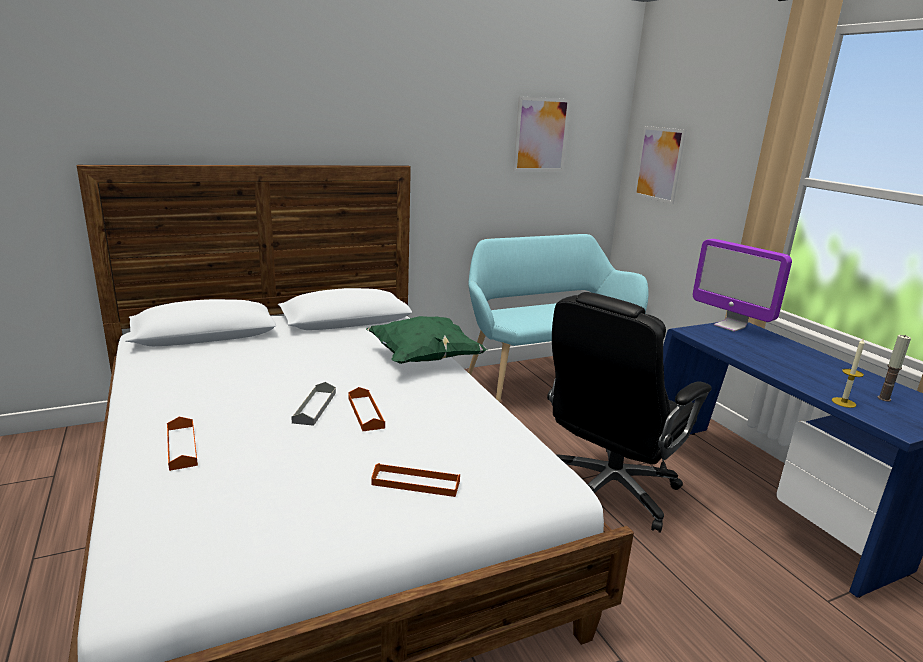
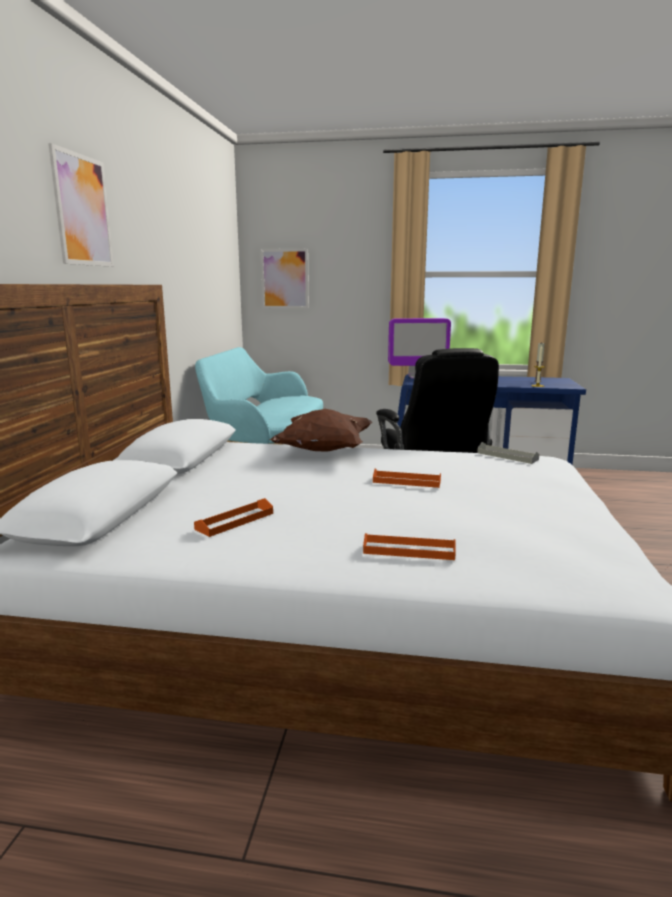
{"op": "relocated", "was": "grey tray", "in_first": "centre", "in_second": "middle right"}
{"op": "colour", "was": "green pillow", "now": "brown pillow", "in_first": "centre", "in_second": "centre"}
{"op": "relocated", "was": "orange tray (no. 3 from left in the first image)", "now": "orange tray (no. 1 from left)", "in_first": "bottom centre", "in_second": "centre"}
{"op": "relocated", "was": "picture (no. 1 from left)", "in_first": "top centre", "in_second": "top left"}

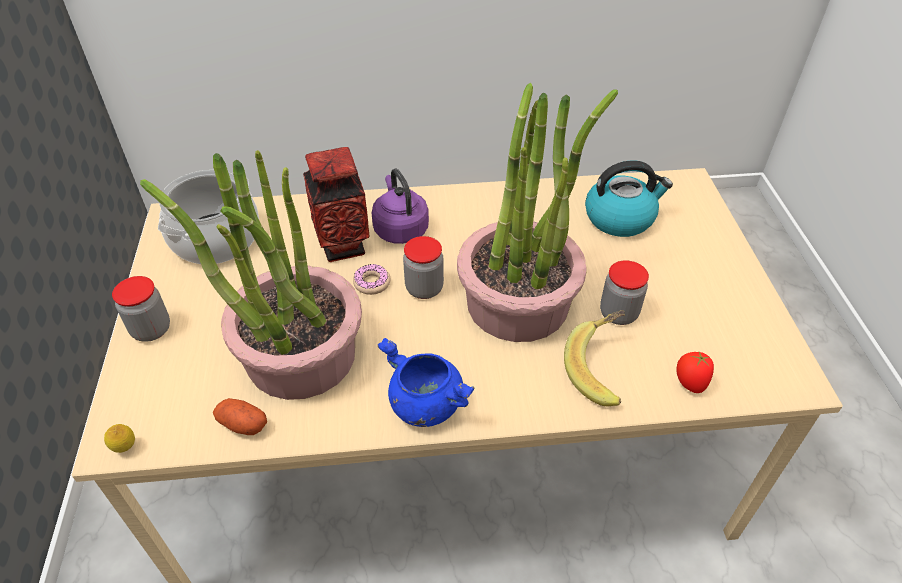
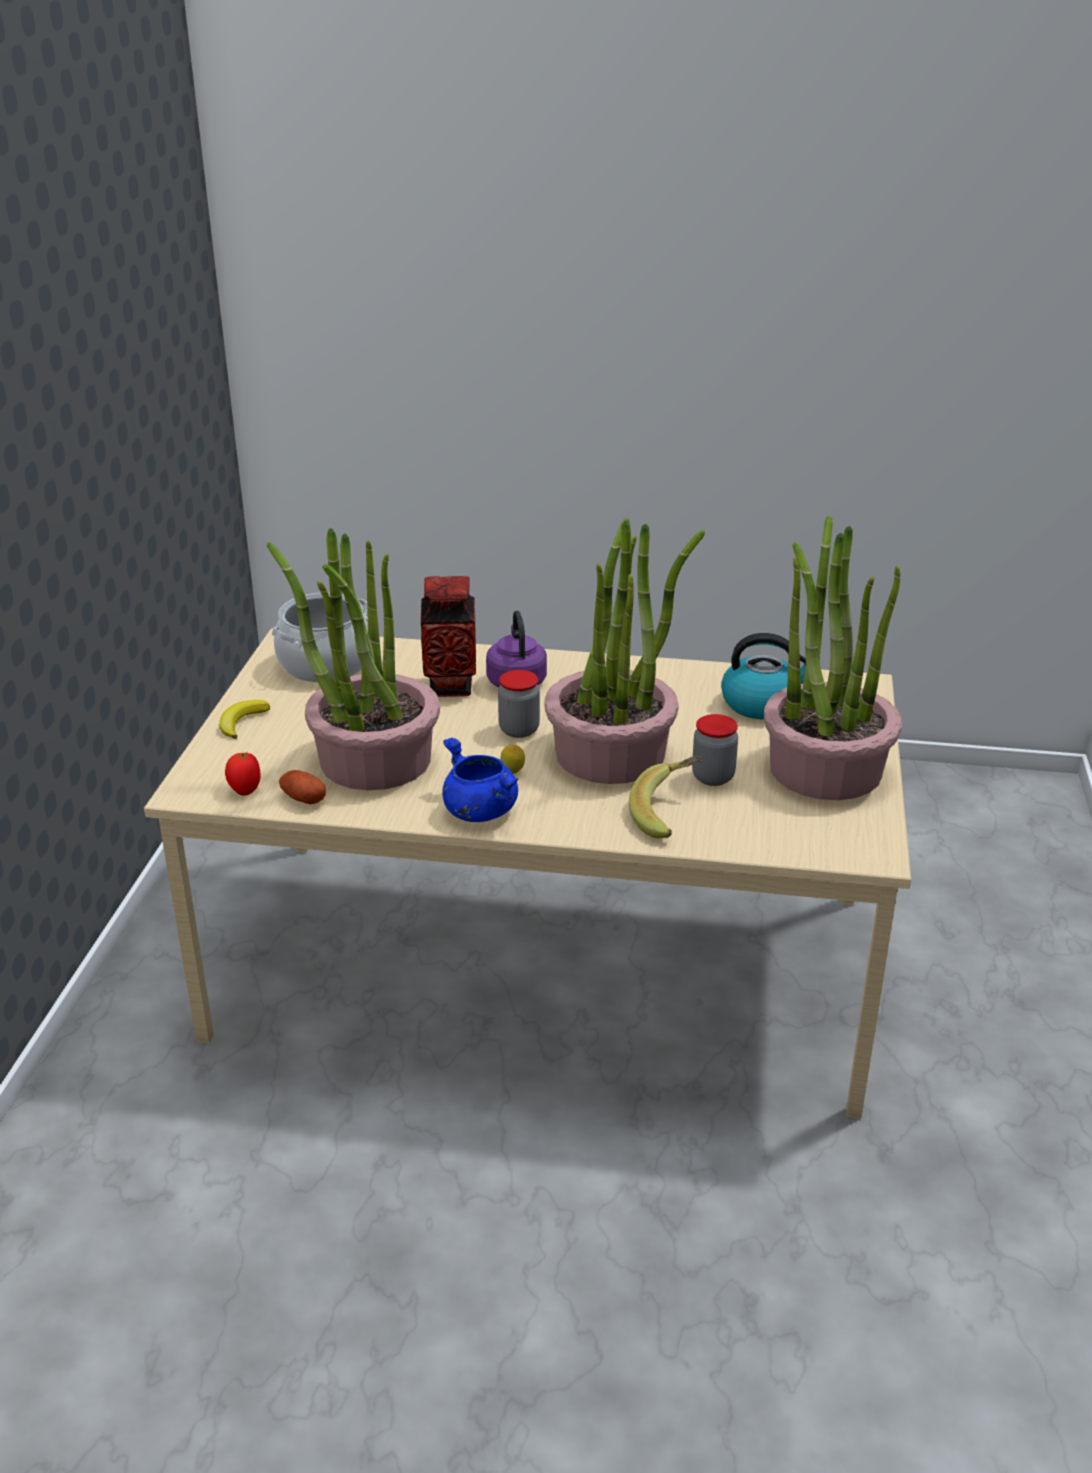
{"op": "relocated", "was": "lemon", "in_first": "bottom left", "in_second": "centre"}
{"op": "exchanged", "was": "jar (no. 1 from left)", "now": "banana (no. 1 from left)", "in_first": "middle left", "in_second": "middle left"}
{"op": "missing", "was": "donut", "in_first": "centre"}
{"op": "relocated", "was": "tomato", "in_first": "middle right", "in_second": "middle left"}
{"op": "appeared", "now": "potted plant (no. 3 from left)", "in_second": "middle right"}

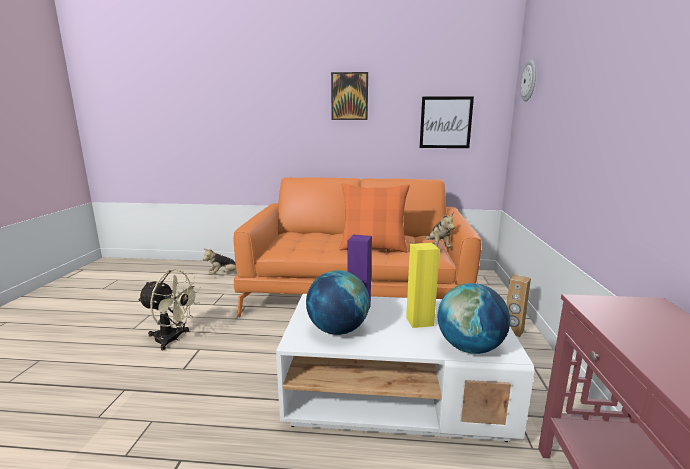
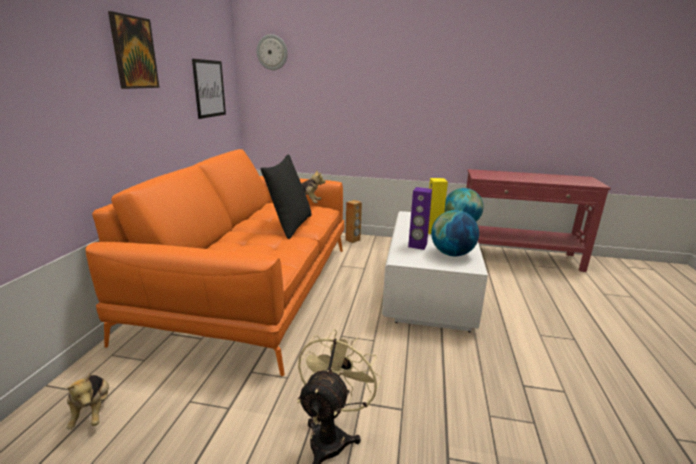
{"op": "colour", "was": "orange pillow", "now": "black pillow", "in_first": "centre", "in_second": "centre"}

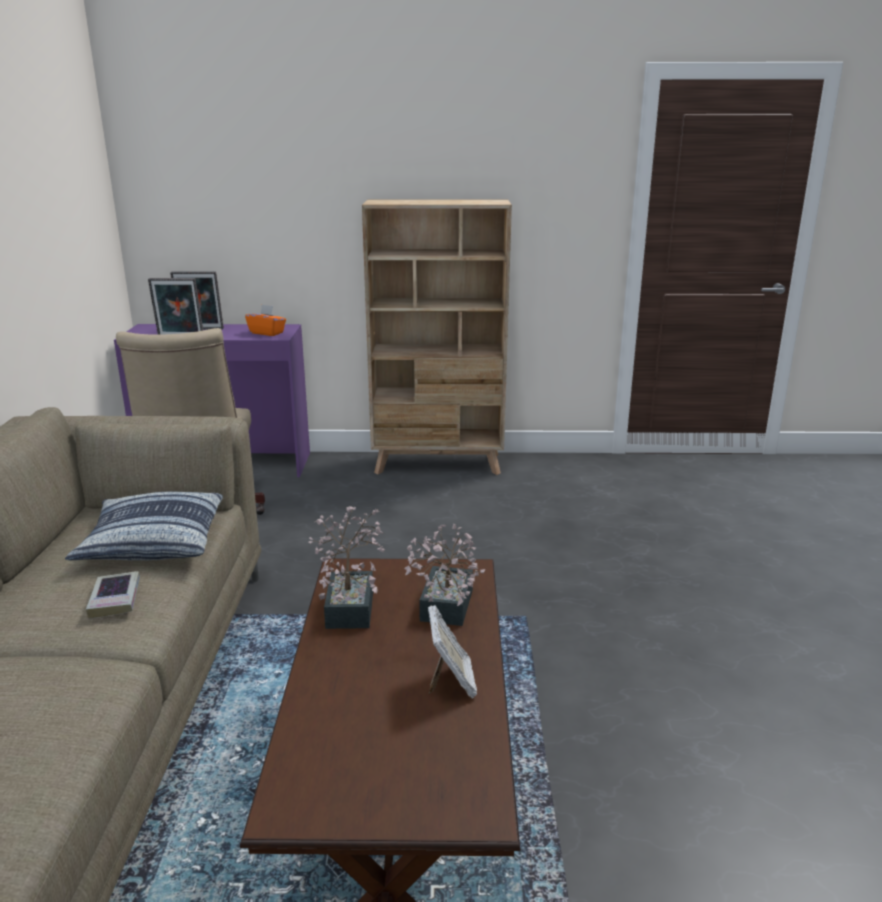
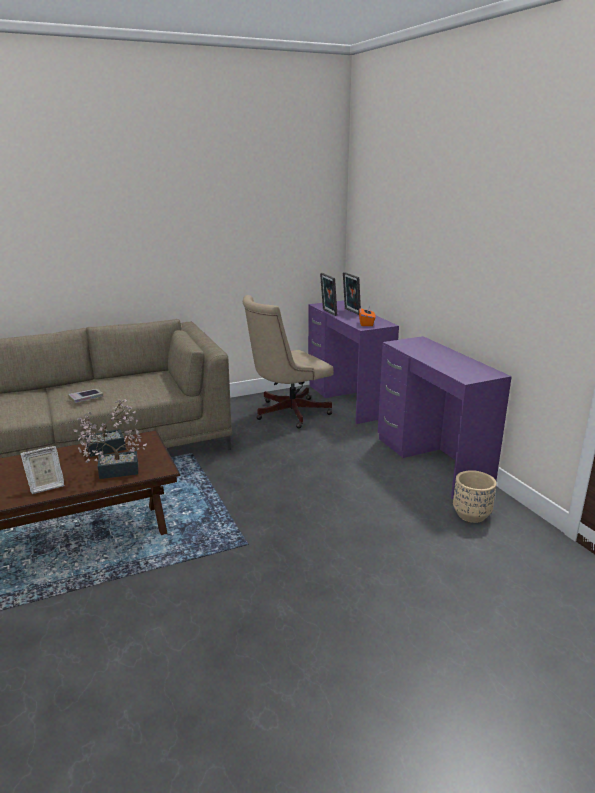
{"op": "missing", "was": "pillow", "in_first": "middle left"}
{"op": "exchanged", "was": "beige bookcase", "now": "purple desk (no. 2 from left)", "in_first": "centre", "in_second": "middle right"}
{"op": "appeared", "now": "beige planter", "in_second": "middle right"}

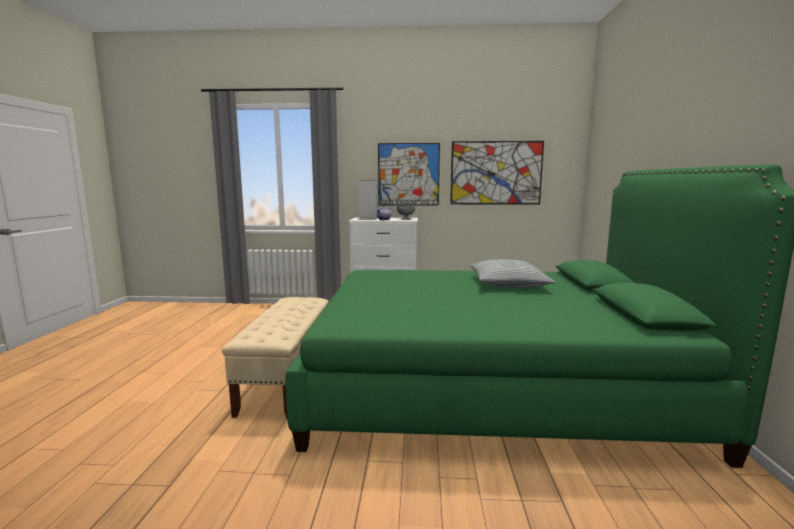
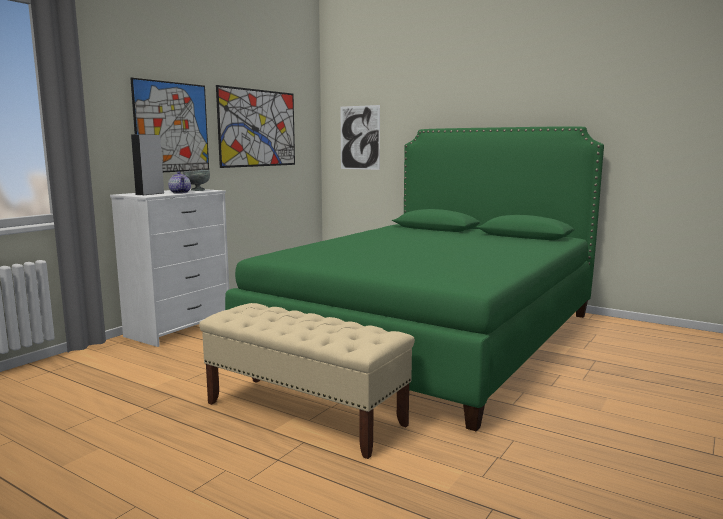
{"op": "missing", "was": "pillow", "in_first": "centre"}
{"op": "appeared", "now": "picture (no. 3 from left)", "in_second": "top centre"}

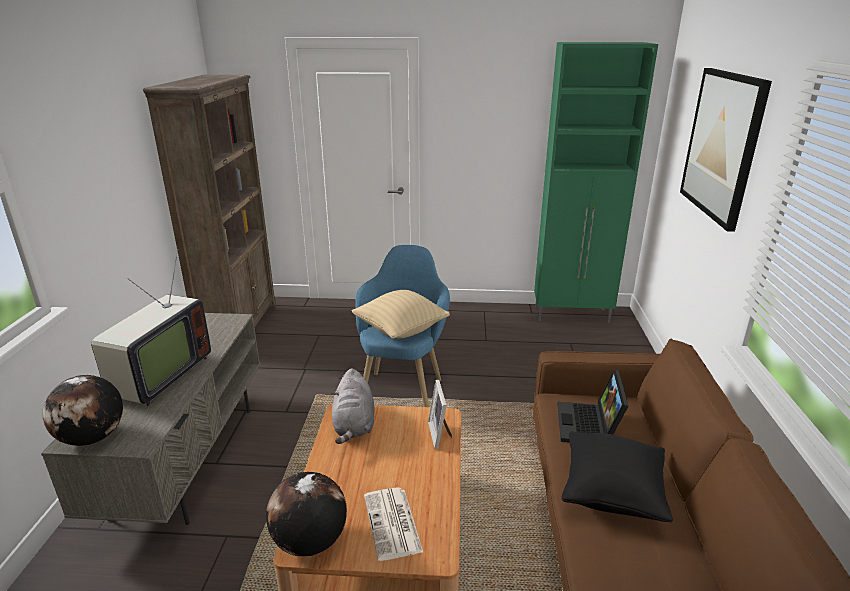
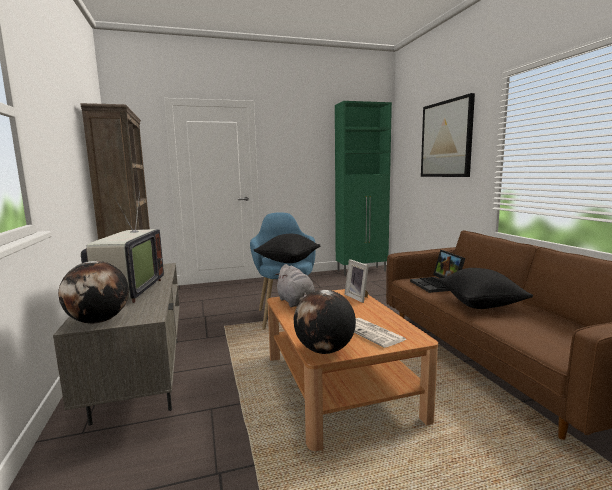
{"op": "colour", "was": "beige pillow", "now": "black pillow (no. 1 from left)", "in_first": "centre", "in_second": "centre"}

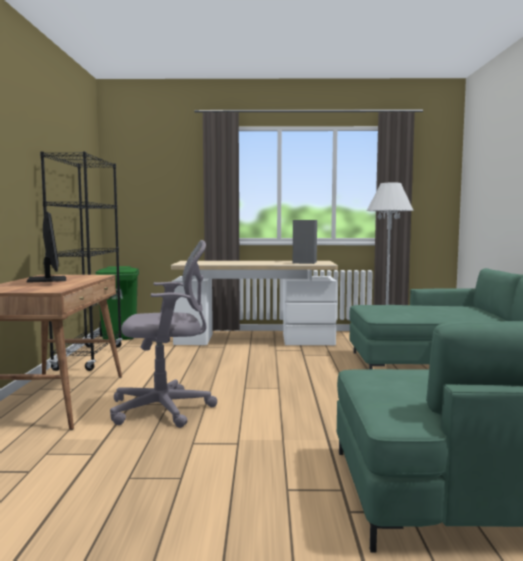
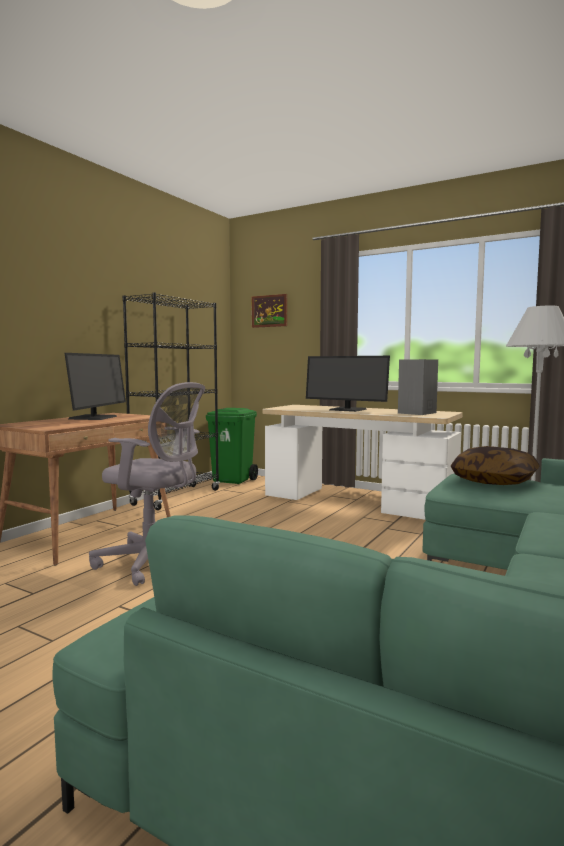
{"op": "appeared", "now": "picture", "in_second": "centre"}
{"op": "appeared", "now": "monitor (no. 2 from left)", "in_second": "centre"}
{"op": "appeared", "now": "pillow", "in_second": "middle right"}

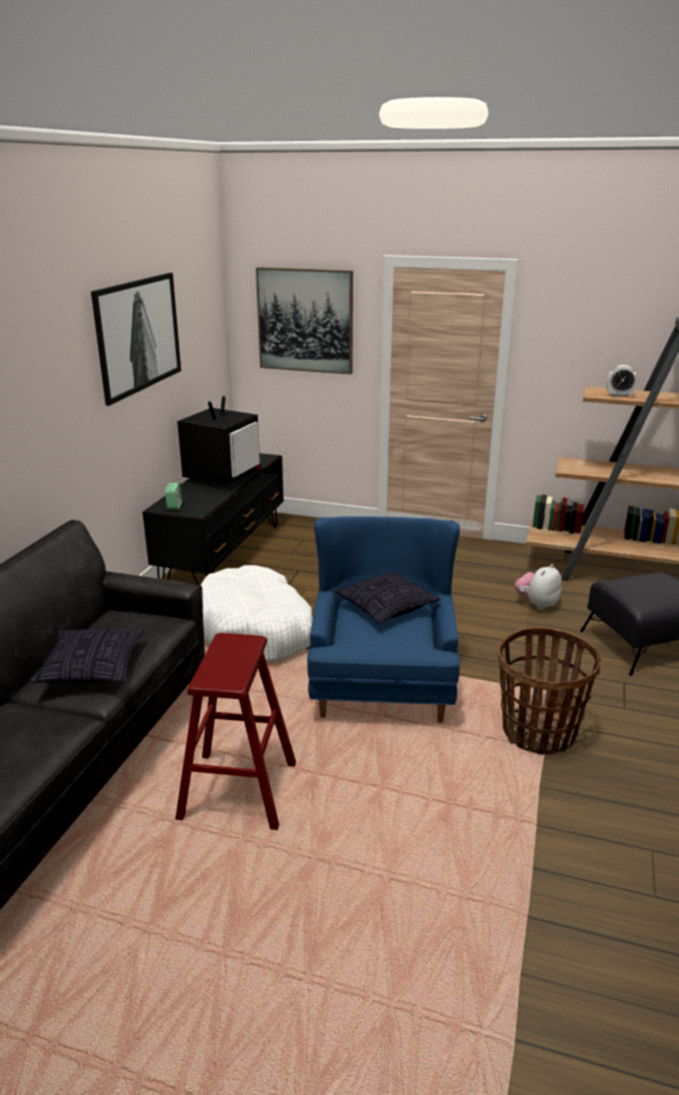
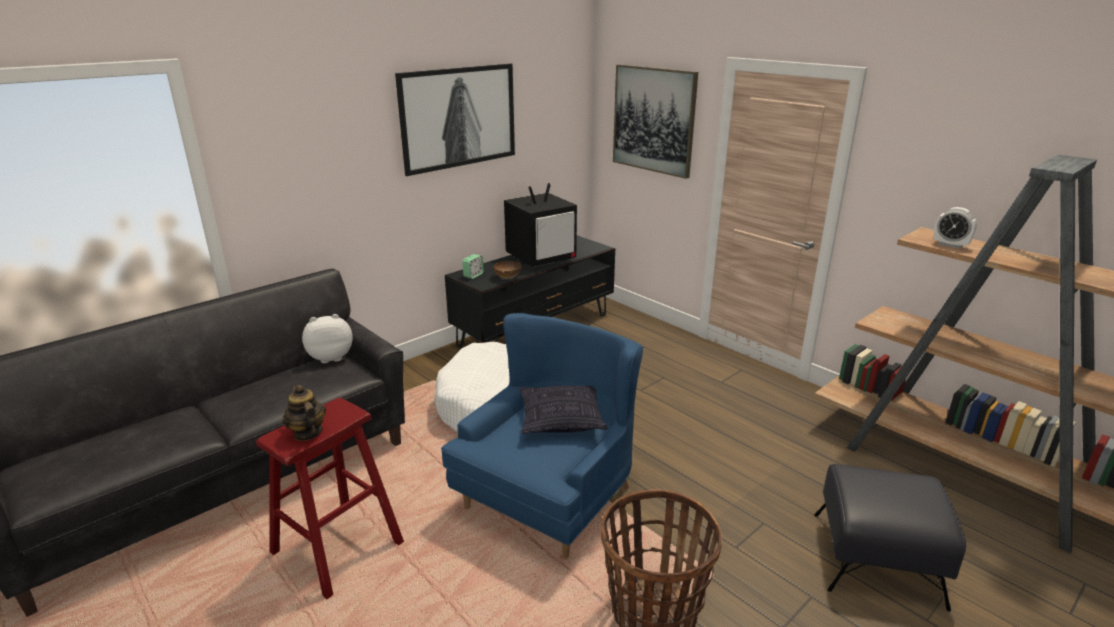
{"op": "missing", "was": "pillow (no. 1 from left)", "in_first": "middle left"}
{"op": "relocated", "was": "plush toy", "in_first": "middle right", "in_second": "middle left"}
{"op": "appeared", "now": "teapot", "in_second": "middle left"}
{"op": "appeared", "now": "bowl", "in_second": "centre"}

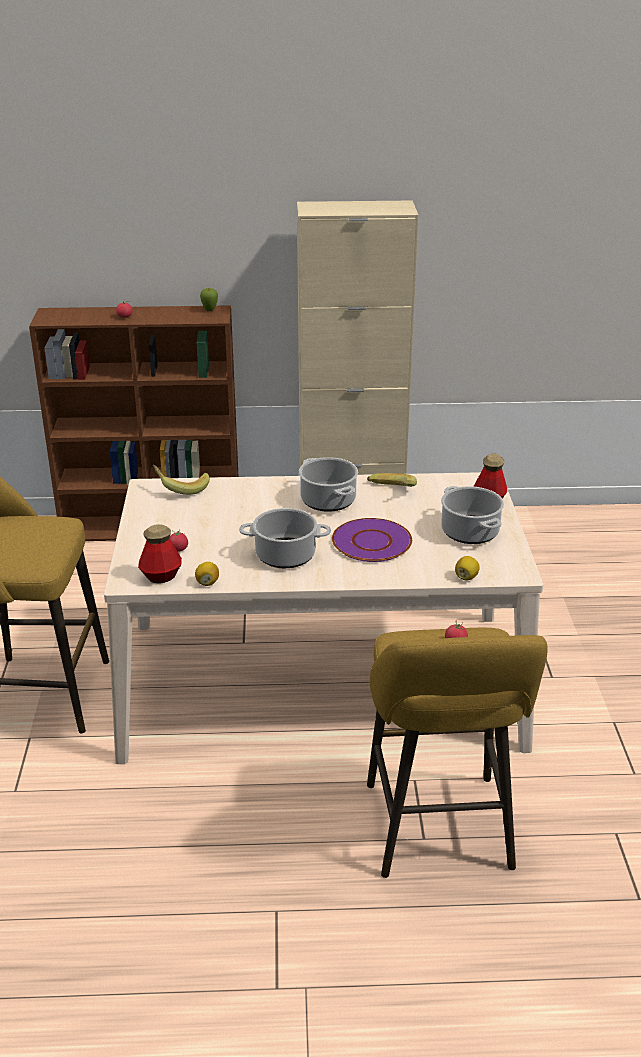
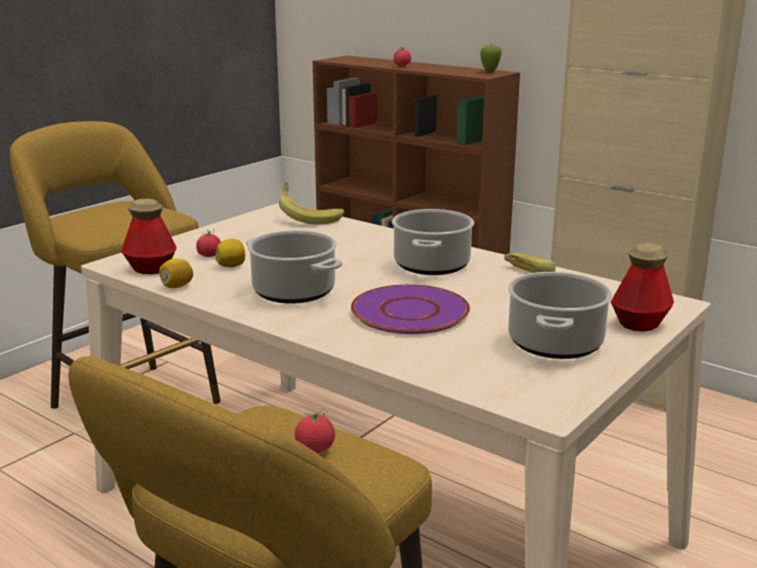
{"op": "relocated", "was": "lemon (no. 2 from left)", "in_first": "middle right", "in_second": "middle left"}

